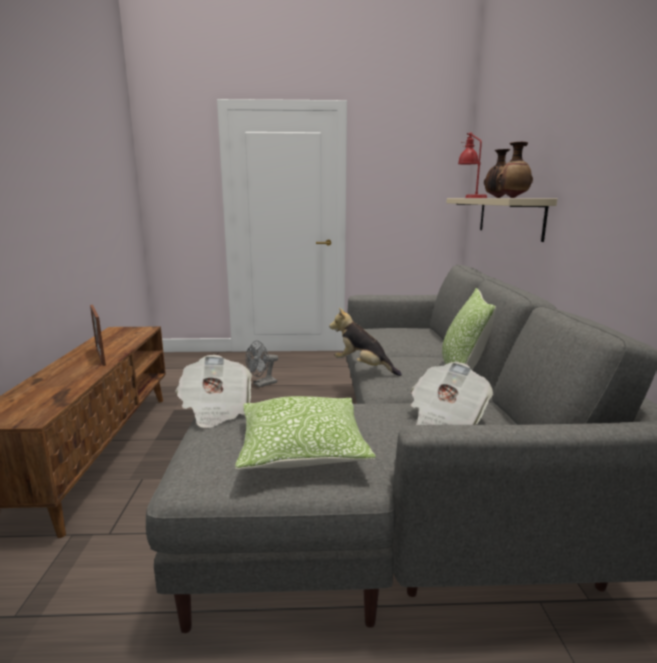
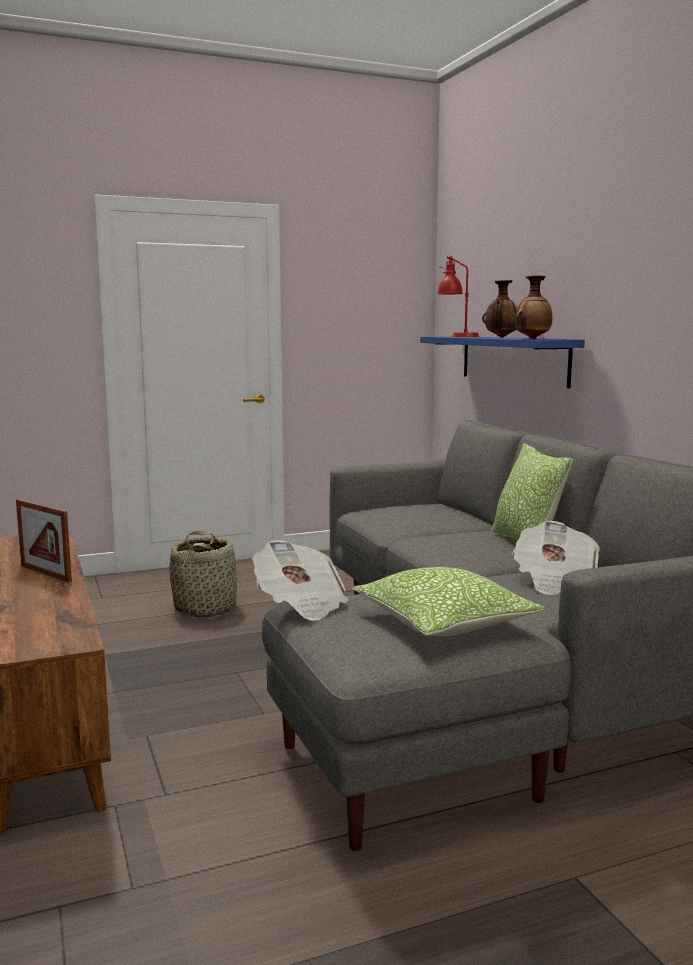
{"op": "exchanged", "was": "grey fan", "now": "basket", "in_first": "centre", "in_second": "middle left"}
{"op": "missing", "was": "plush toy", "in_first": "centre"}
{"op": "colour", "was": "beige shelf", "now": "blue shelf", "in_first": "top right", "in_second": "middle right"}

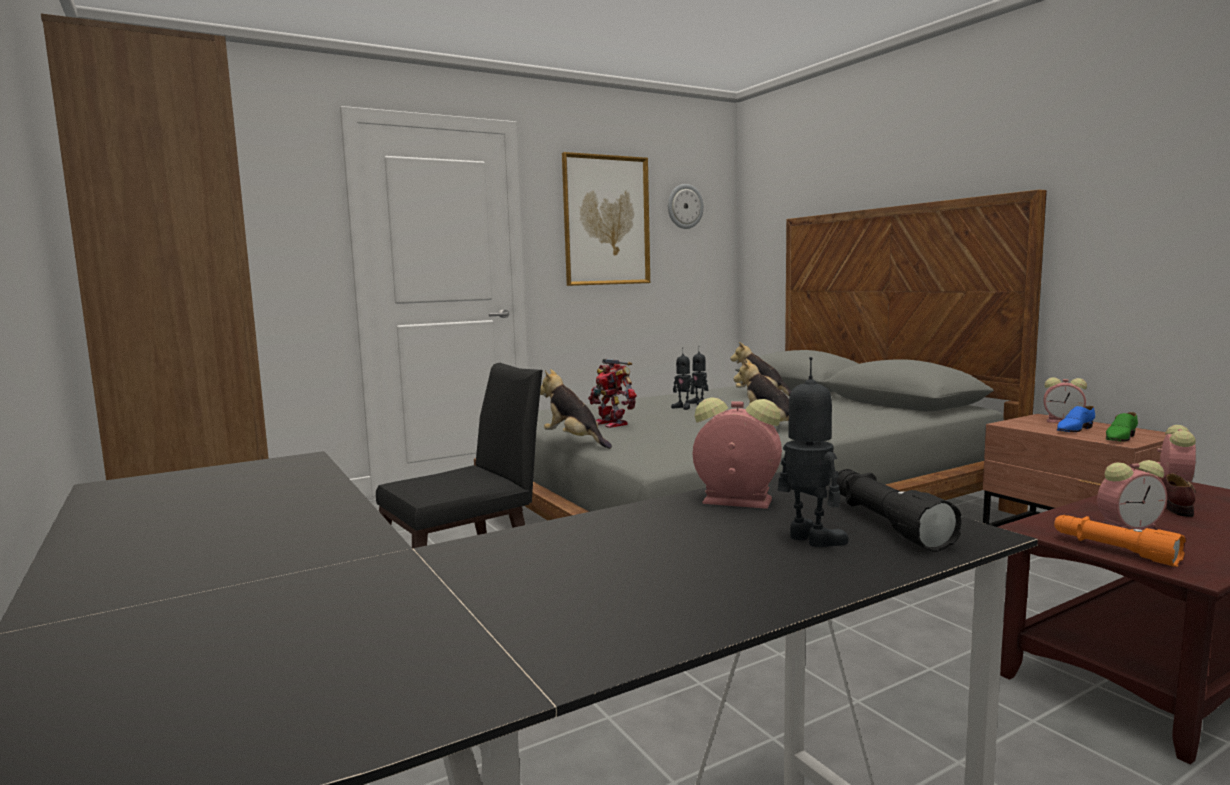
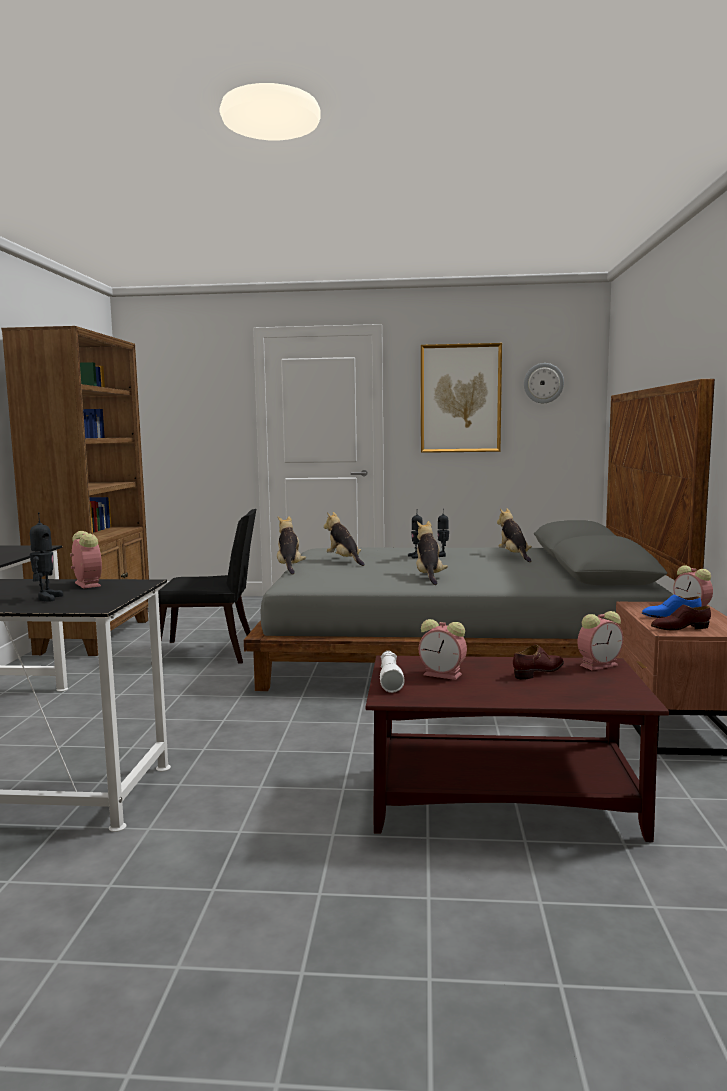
{"op": "exchanged", "was": "toy robot (no. 1 from left)", "now": "plush toy (no. 2 from left)", "in_first": "centre", "in_second": "centre"}
{"op": "missing", "was": "black flashlight", "in_first": "middle right"}
{"op": "colour", "was": "orange flashlight", "now": "white flashlight", "in_first": "bottom right", "in_second": "centre"}
{"op": "colour", "was": "green shoe", "now": "brown shoe (no. 2 from left)", "in_first": "middle right", "in_second": "middle right"}

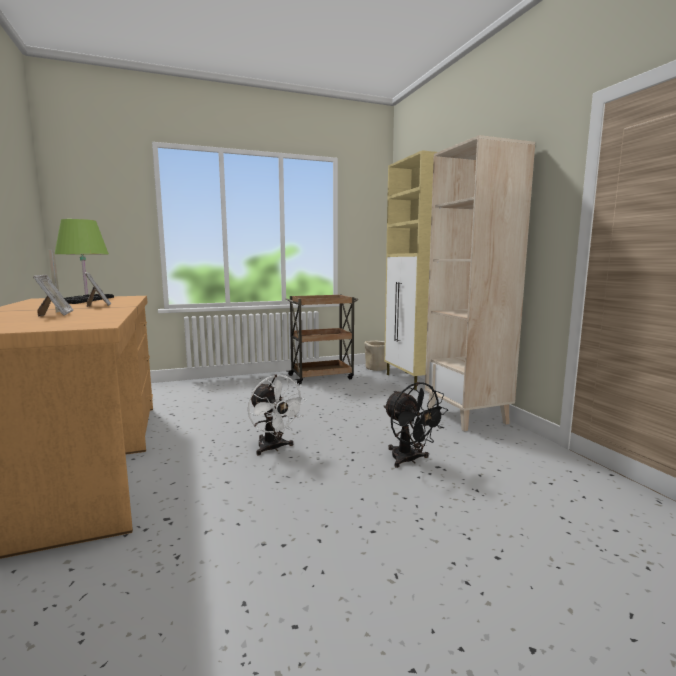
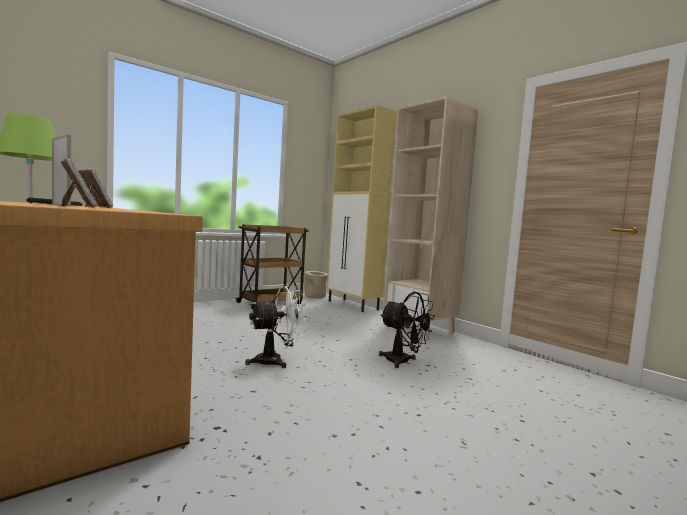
{"op": "spun", "was": "white fan", "in_first": "centre", "in_second": "centre", "clockwise": -60}

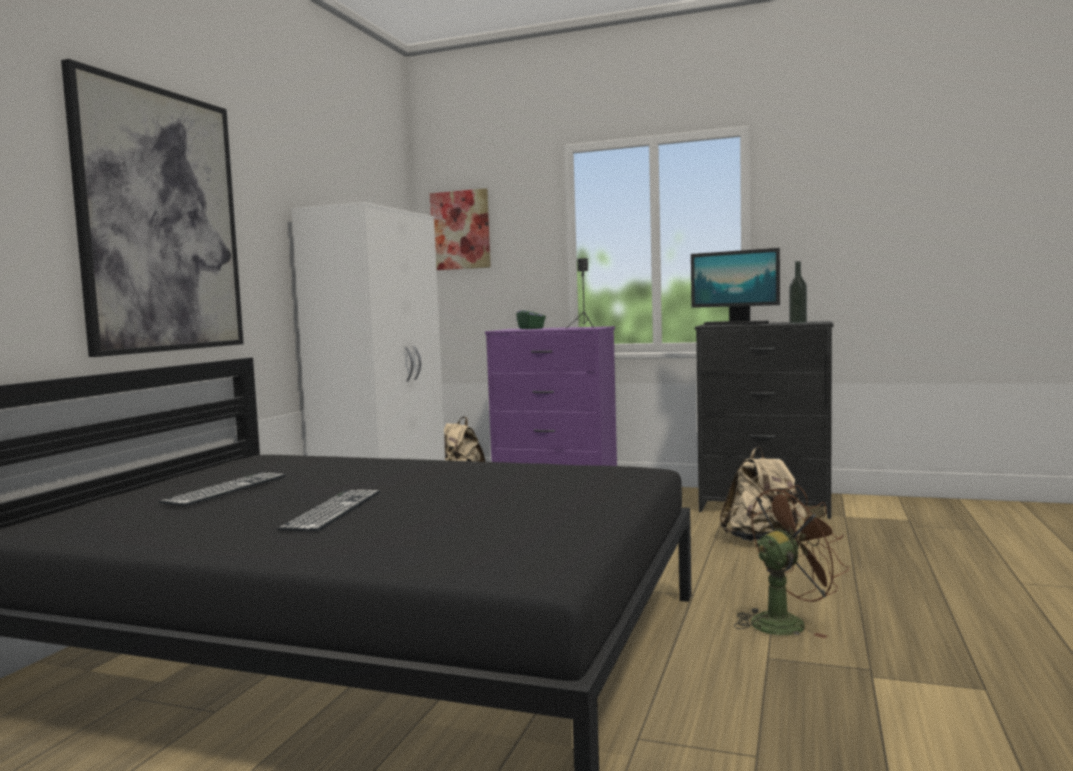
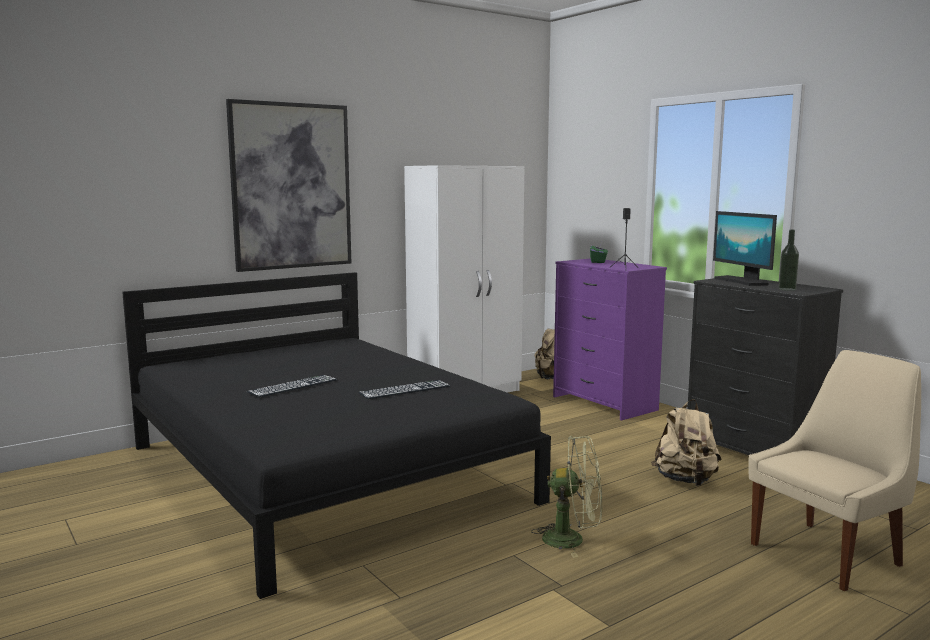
{"op": "relocated", "was": "keyboard (no. 1 from left in the first image)", "now": "keyboard (no. 2 from left)", "in_first": "middle left", "in_second": "centre"}
{"op": "missing", "was": "picture (no. 2 from left)", "in_first": "top centre"}
{"op": "colour", "was": "brown fan", "now": "green fan", "in_first": "bottom right", "in_second": "bottom centre"}
{"op": "appeared", "now": "beige chair", "in_second": "bottom right"}

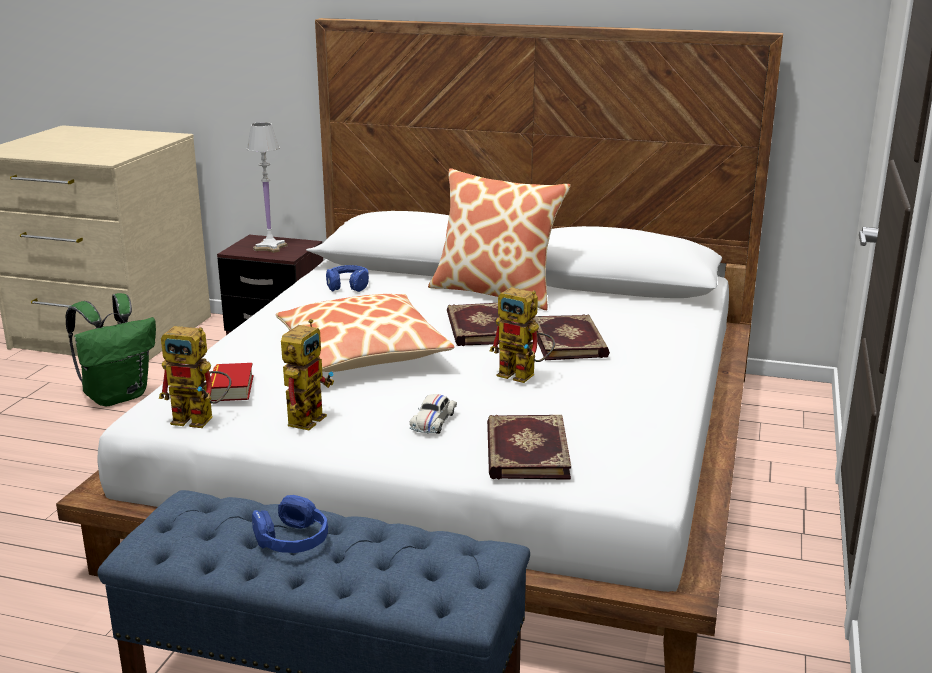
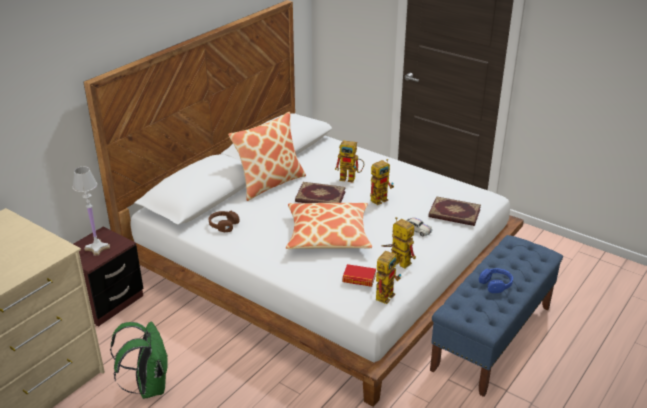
{"op": "colour", "was": "blue headphones (no. 2 from left)", "now": "brown headphones", "in_first": "centre", "in_second": "centre"}
{"op": "exchanged", "was": "book (no. 4 from left)", "now": "toy robot (no. 1 from left)", "in_first": "centre", "in_second": "centre"}

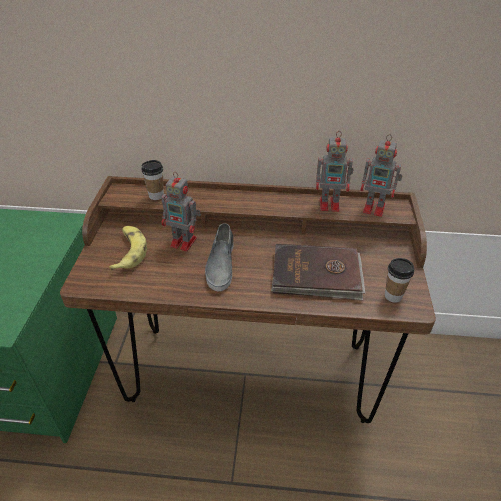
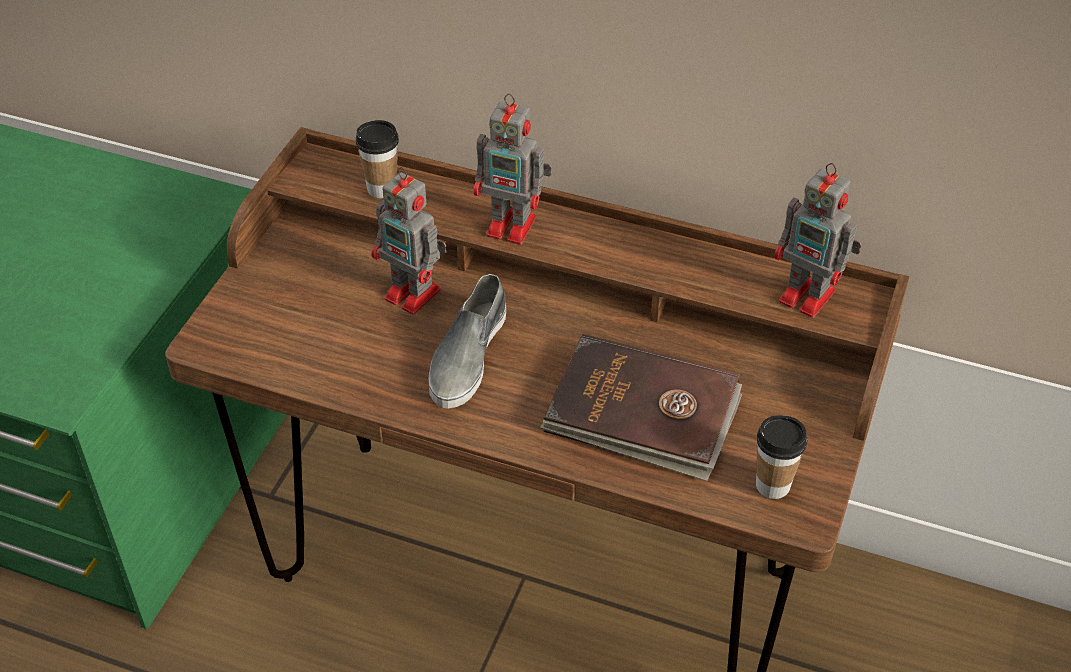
{"op": "missing", "was": "banana", "in_first": "middle left"}
{"op": "relocated", "was": "toy robot (no. 2 from left)", "in_first": "middle right", "in_second": "top centre"}

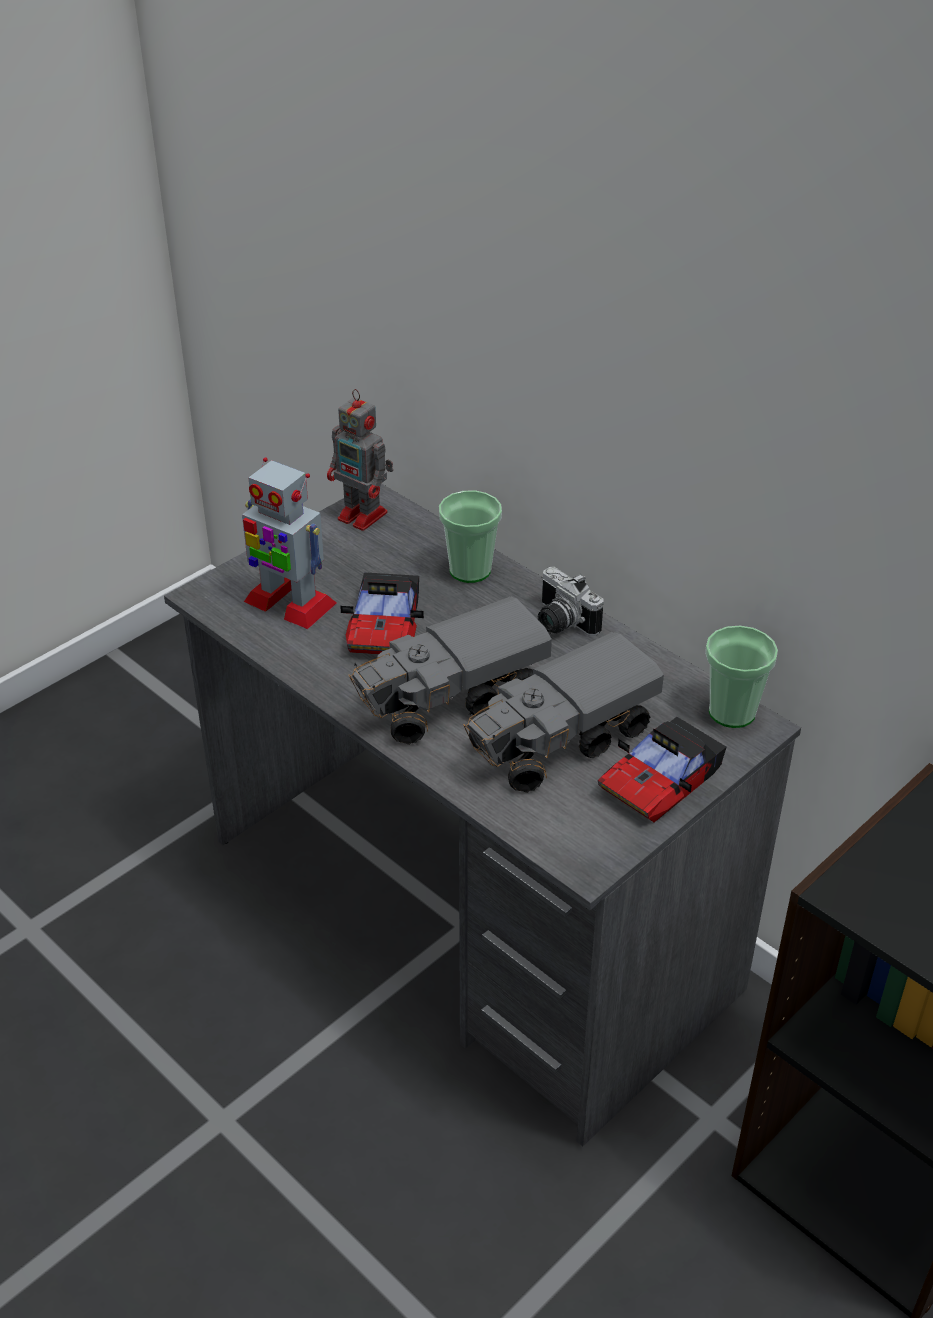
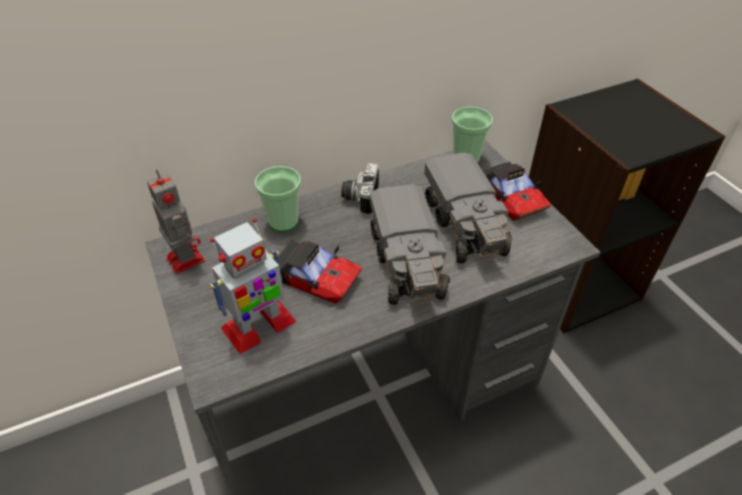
{"op": "spun", "was": "toy robot (no. 2 from left in the first image)", "in_first": "centre", "in_second": "middle left", "clockwise": -90}
{"op": "spun", "was": "photo camera", "in_first": "centre", "in_second": "centre", "clockwise": 120}

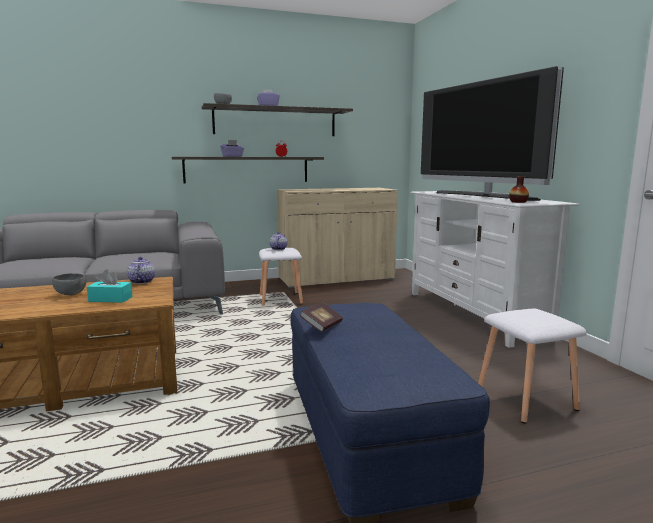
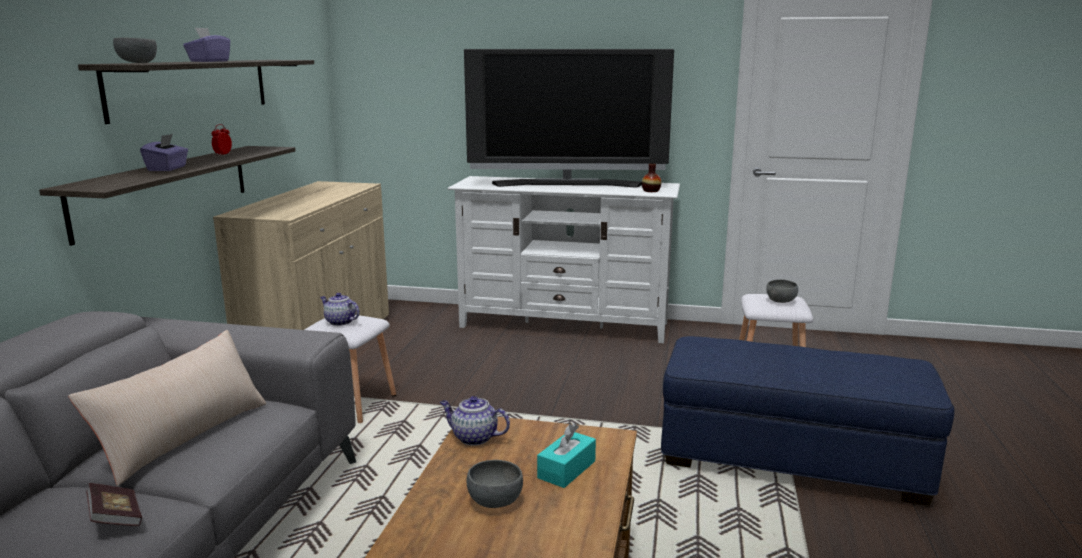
{"op": "relocated", "was": "book", "in_first": "centre", "in_second": "bottom left"}
{"op": "appeared", "now": "beige pillow", "in_second": "bottom left"}
{"op": "appeared", "now": "grey bowl (no. 3 from left)", "in_second": "middle right"}

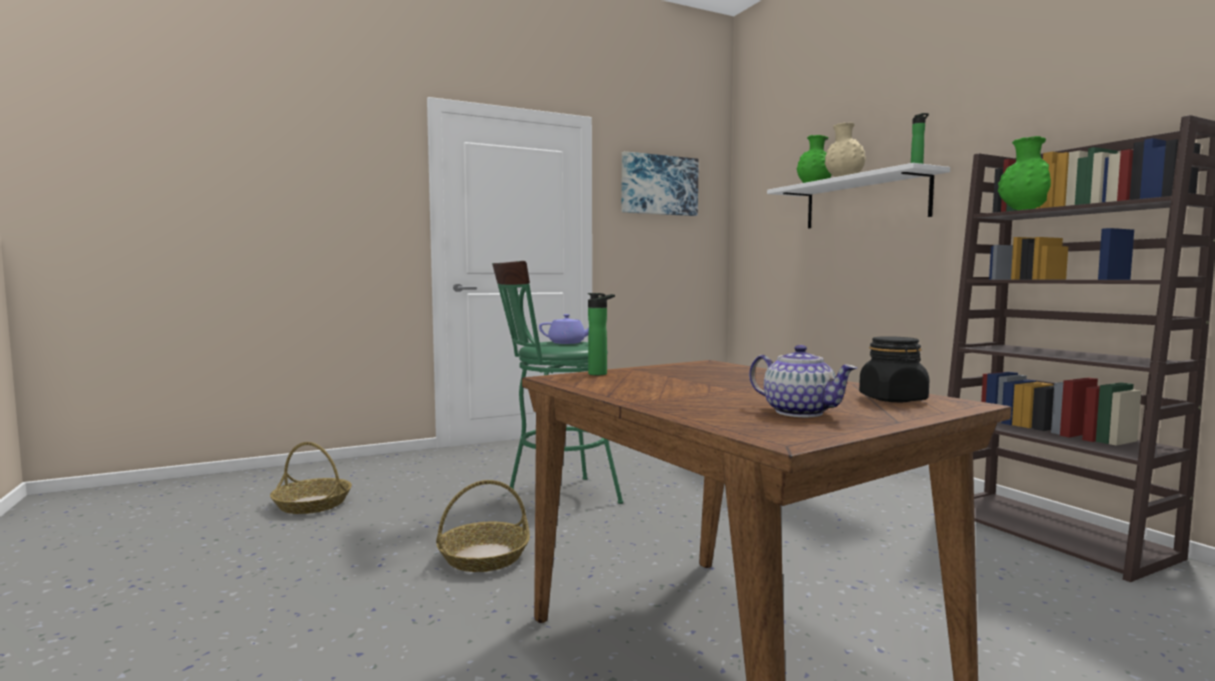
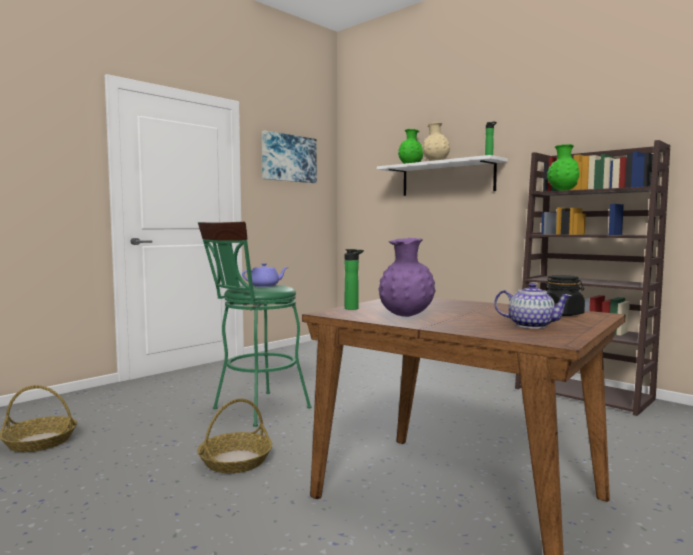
{"op": "appeared", "now": "purple vase", "in_second": "centre"}

